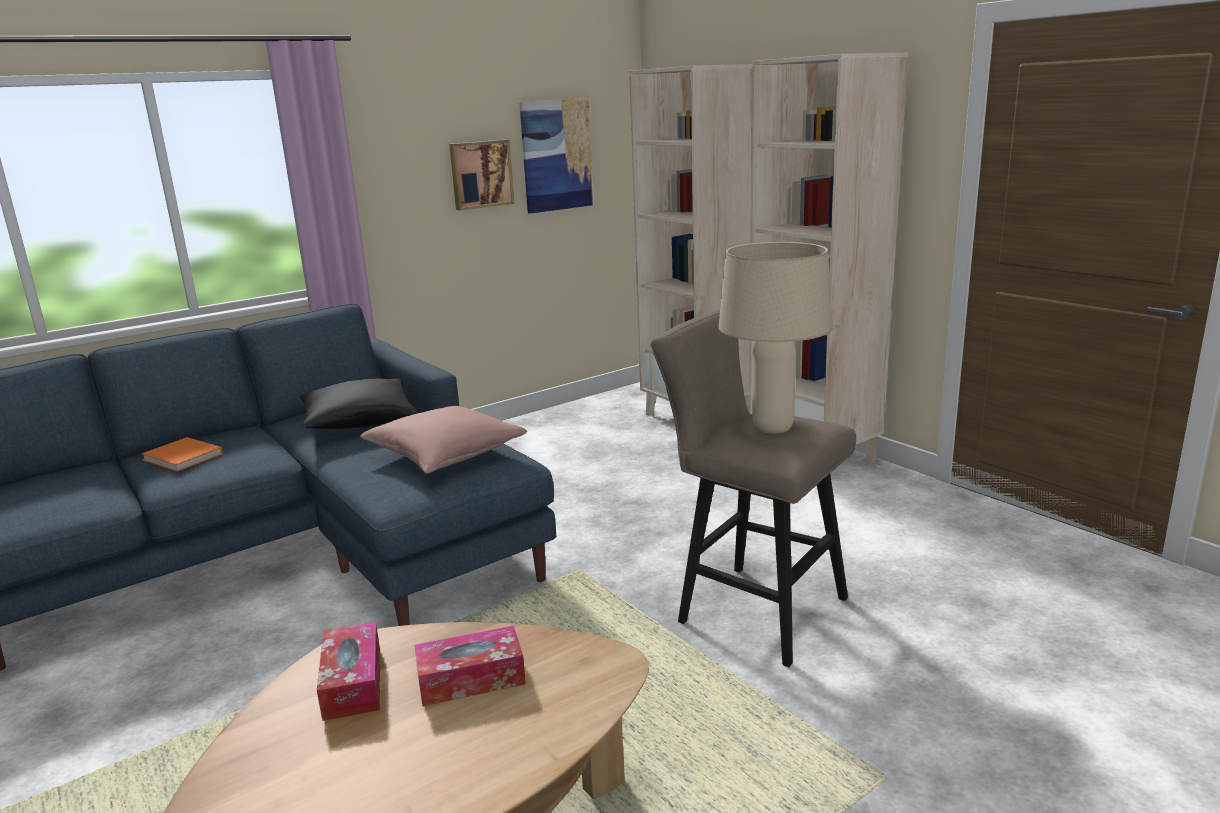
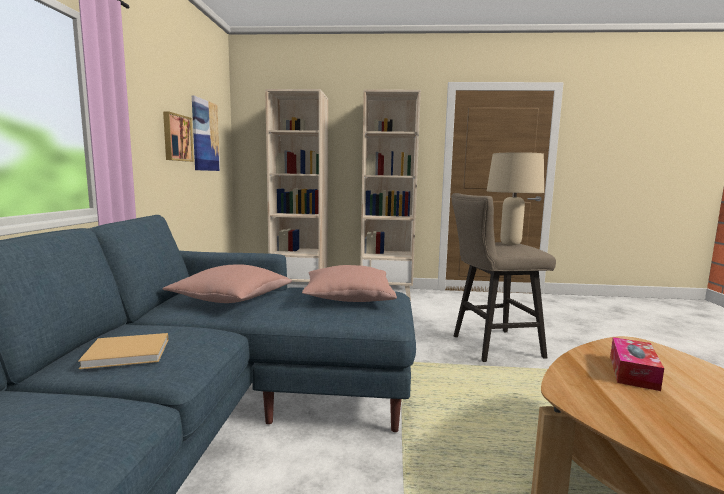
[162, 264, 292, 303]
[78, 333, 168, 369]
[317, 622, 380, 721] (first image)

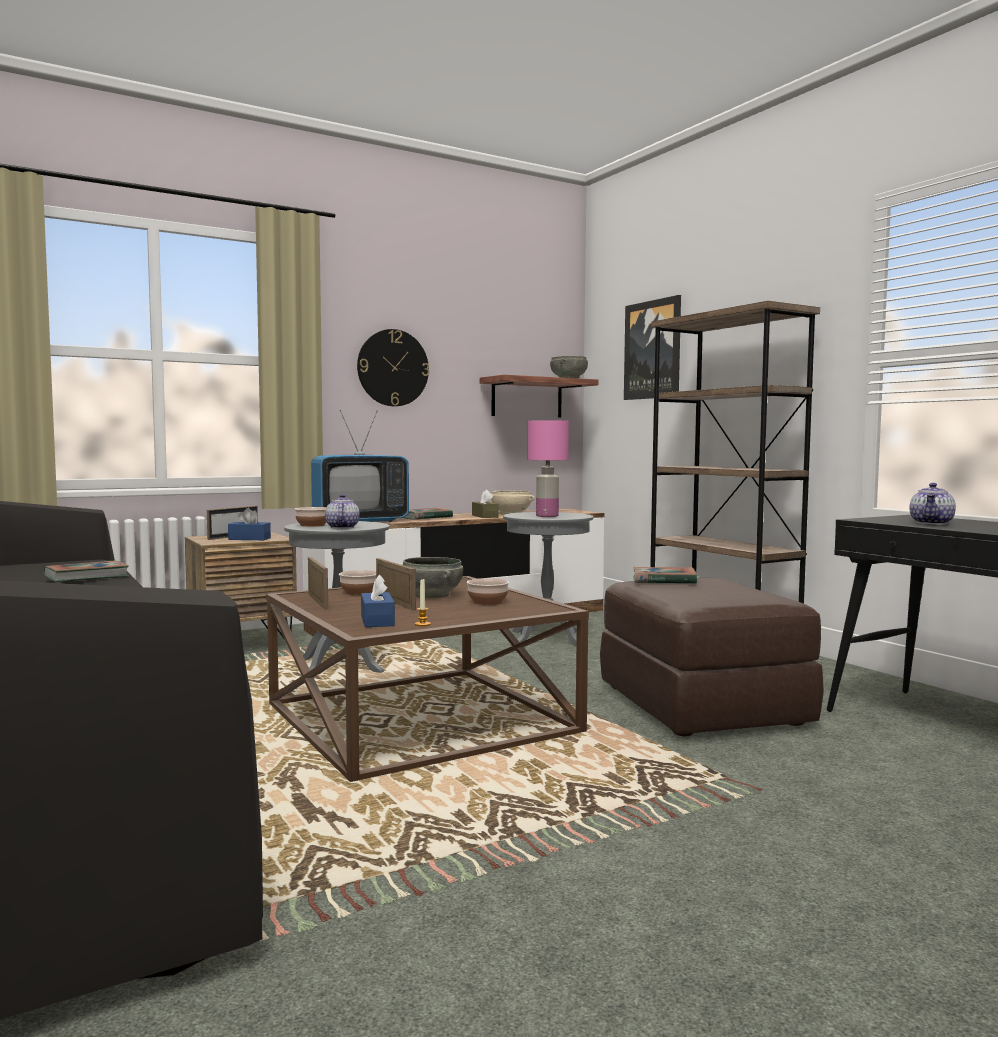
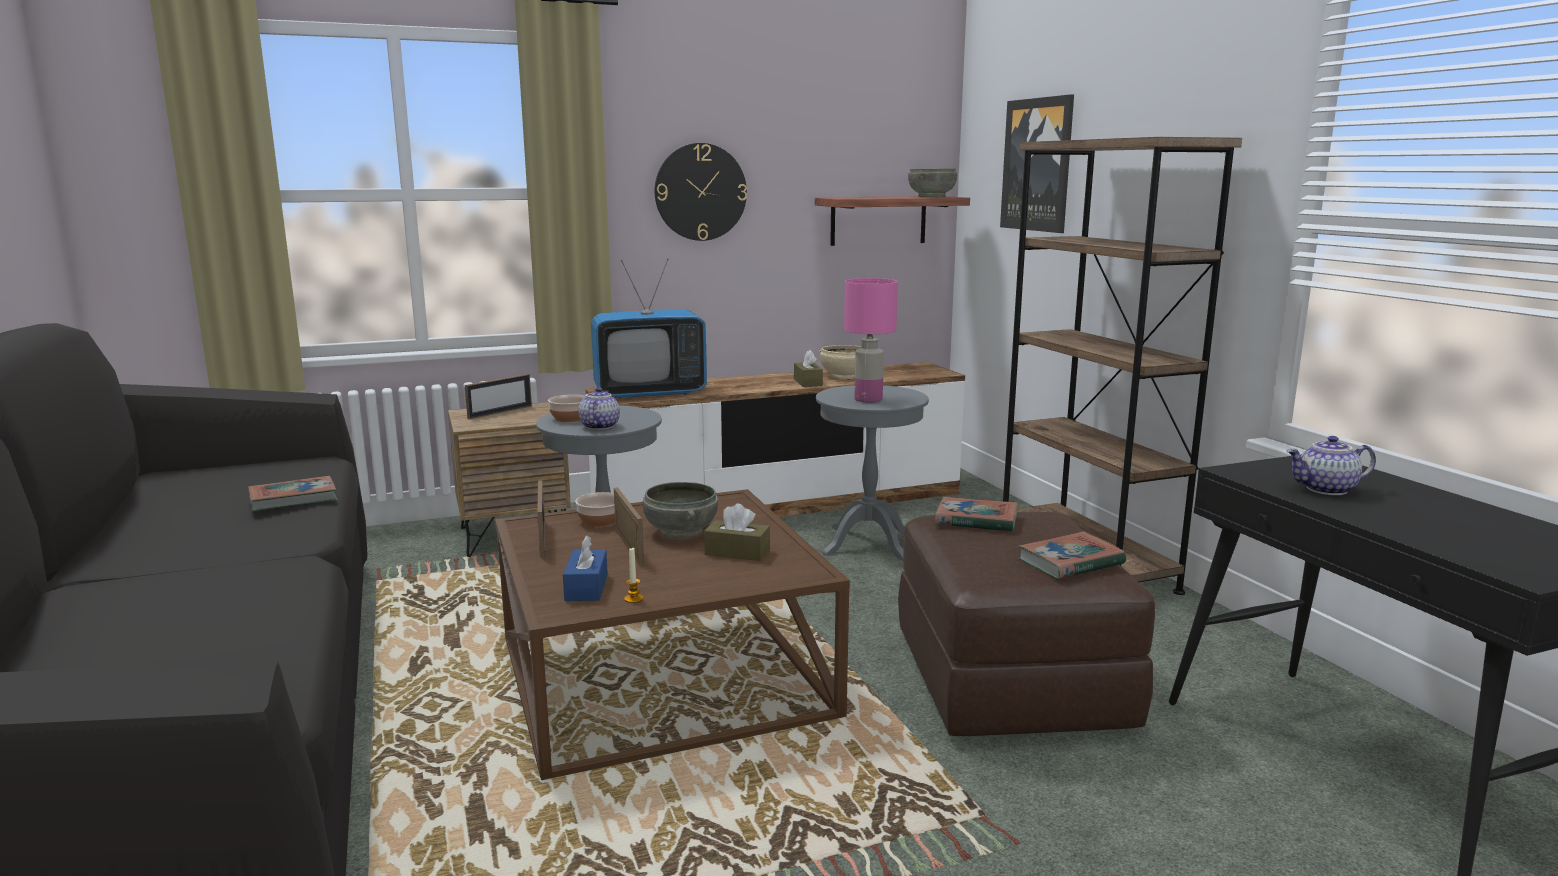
[1286, 436, 1376, 495]
[228, 508, 271, 540] (first image)
[1018, 532, 1126, 579]
[704, 503, 770, 561]

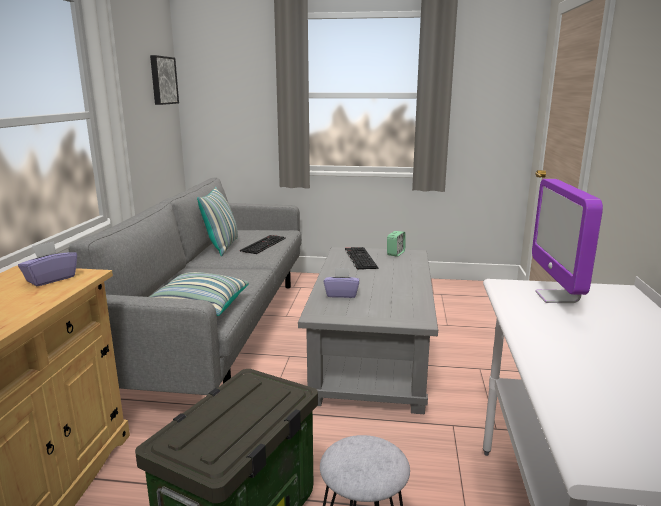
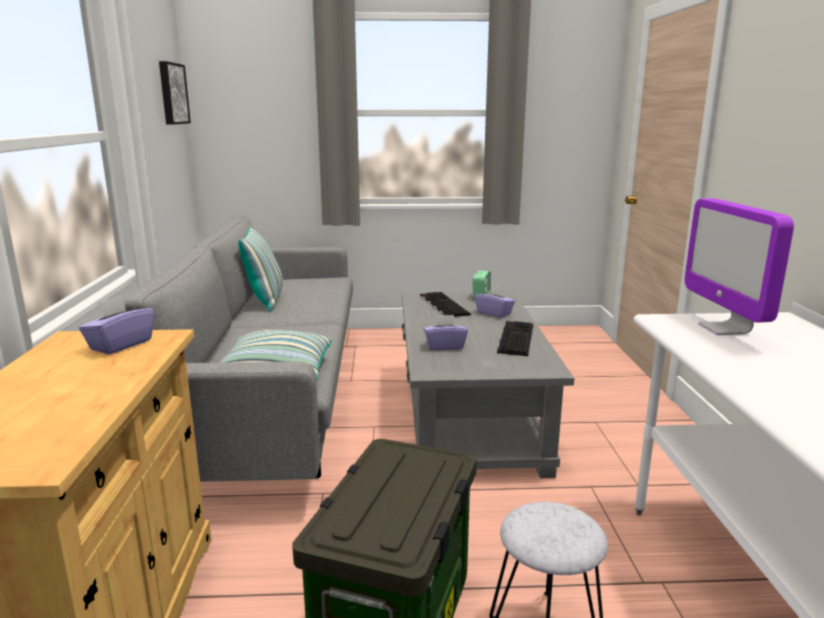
[497, 321, 534, 356]
[475, 285, 515, 318]

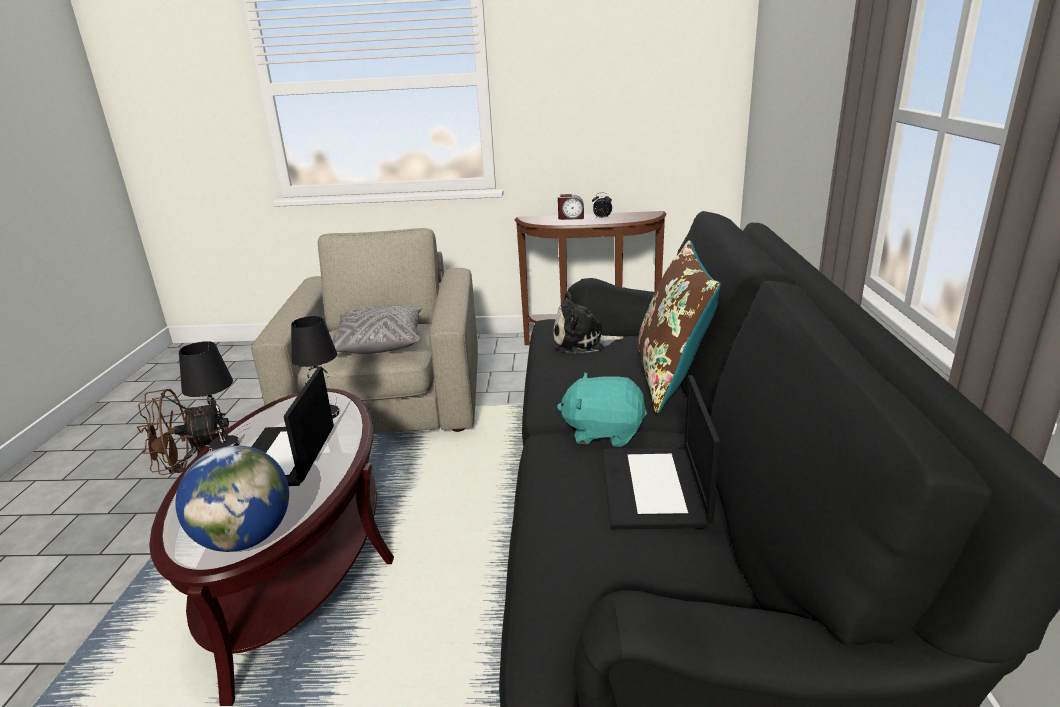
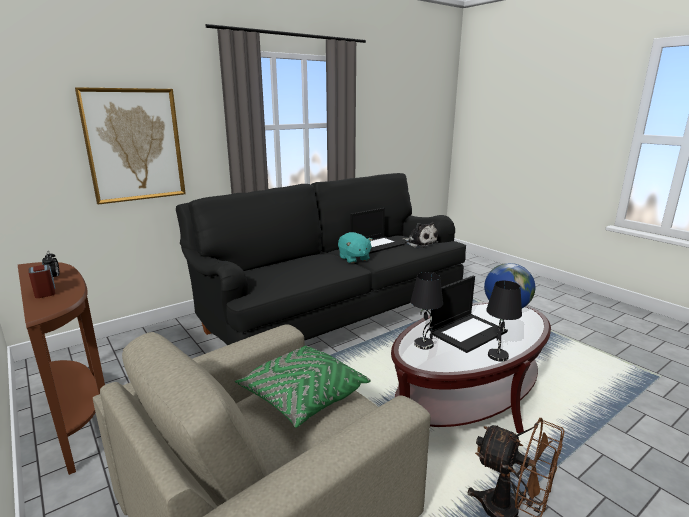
[638, 240, 721, 414] (first image)
[403, 222, 438, 248]
[235, 346, 371, 428]
[75, 87, 186, 205]

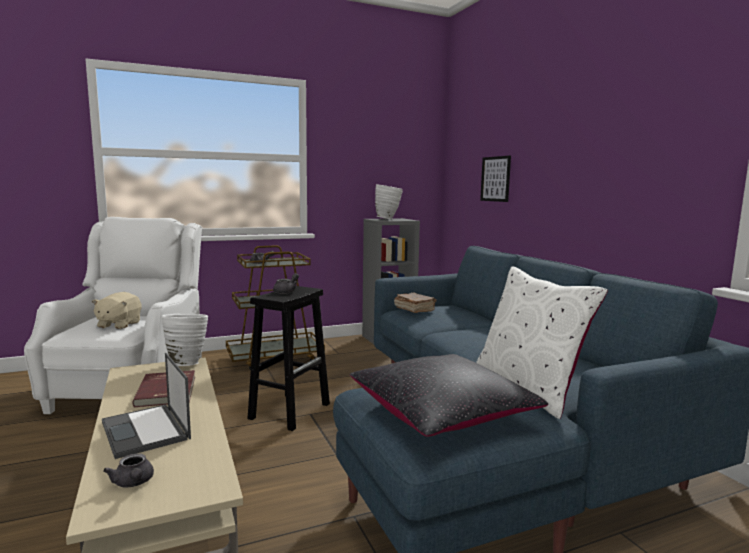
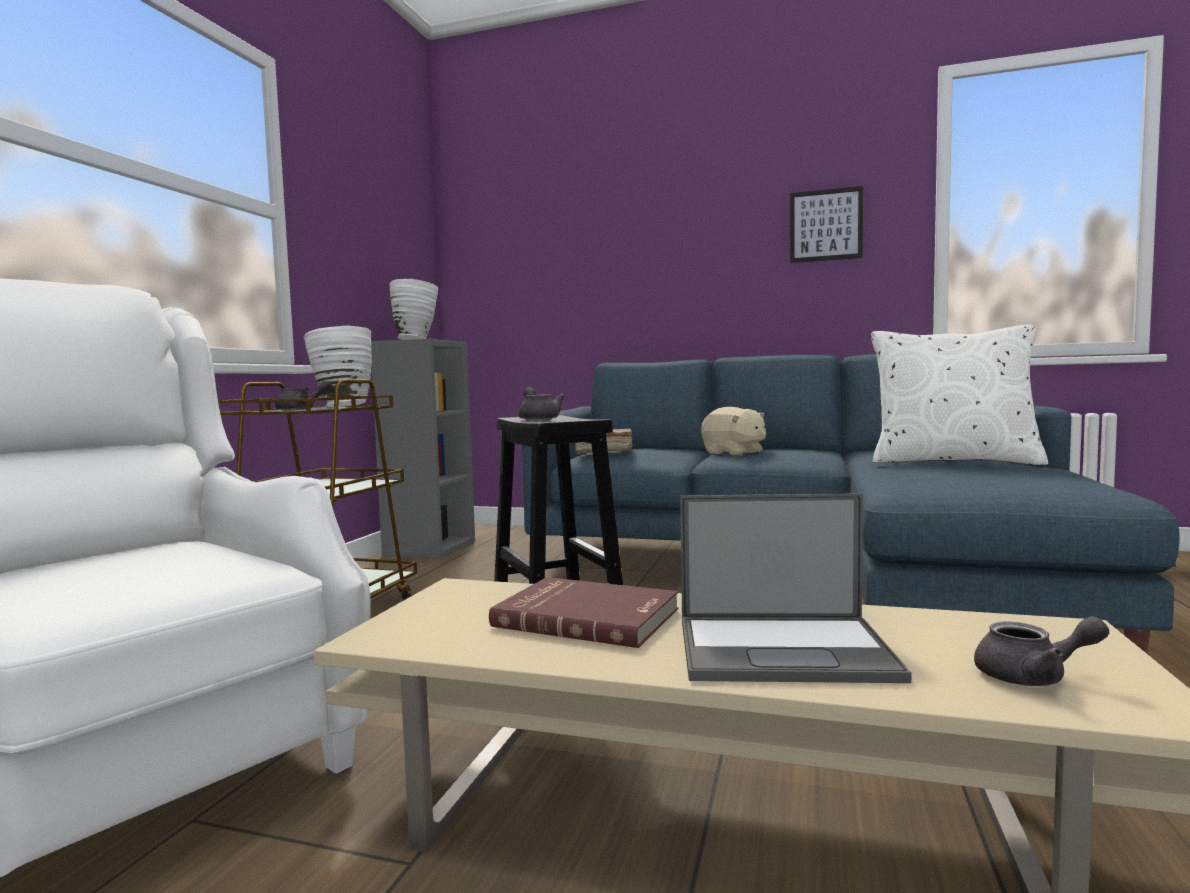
[790, 186, 863, 263]
[701, 407, 766, 456]
[303, 326, 372, 407]
[350, 354, 548, 437] (first image)

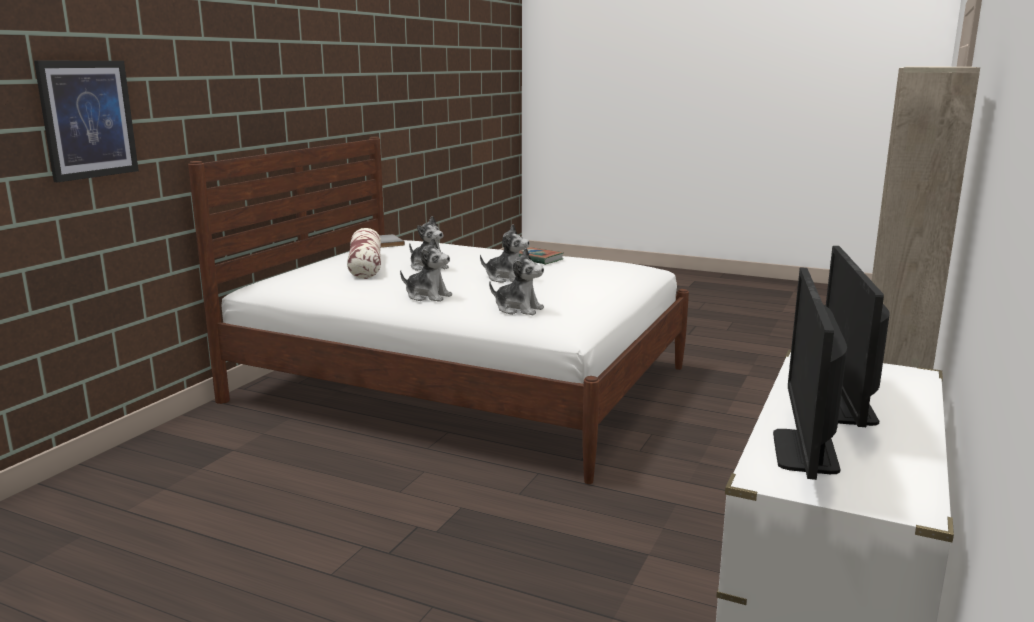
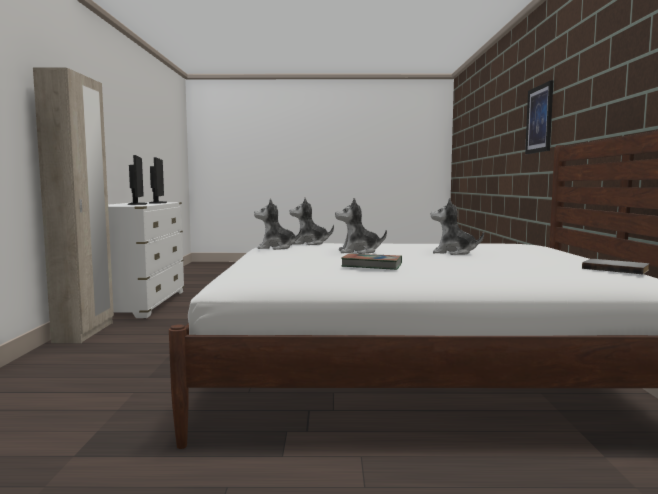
[347, 228, 381, 279] (first image)
[254, 198, 302, 250]

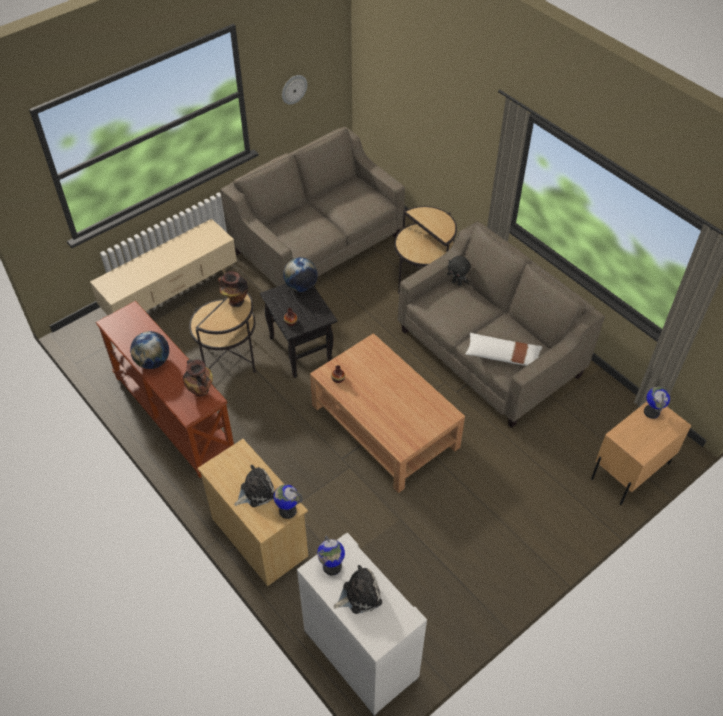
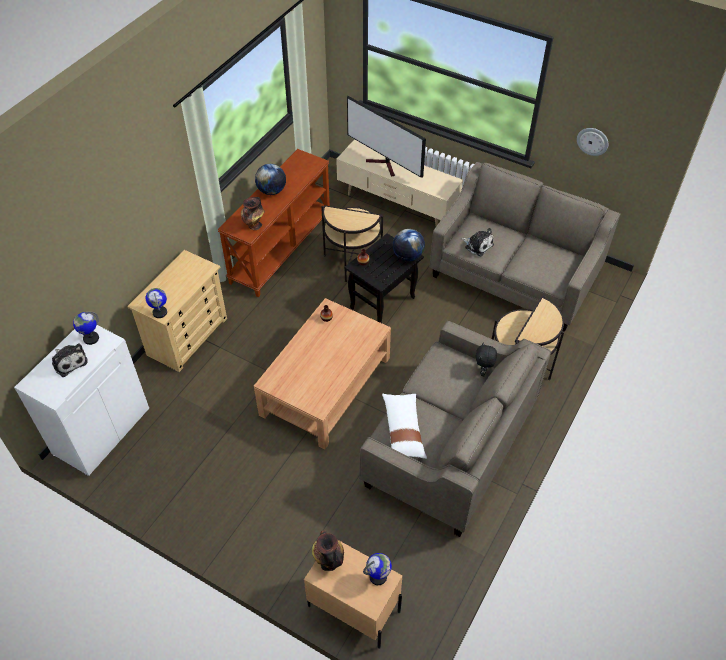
[312, 530, 344, 571]
[461, 228, 494, 256]
[347, 95, 426, 177]

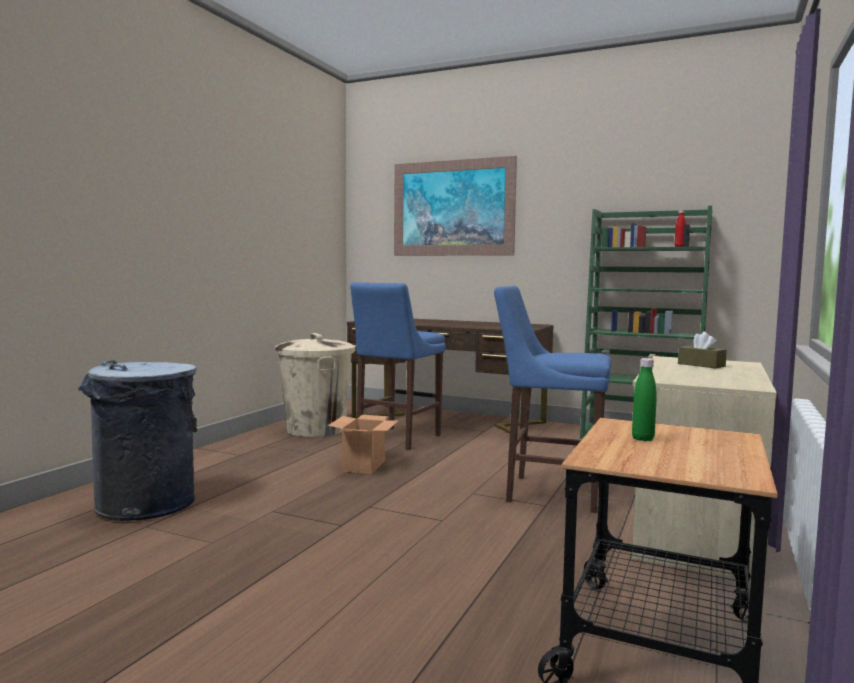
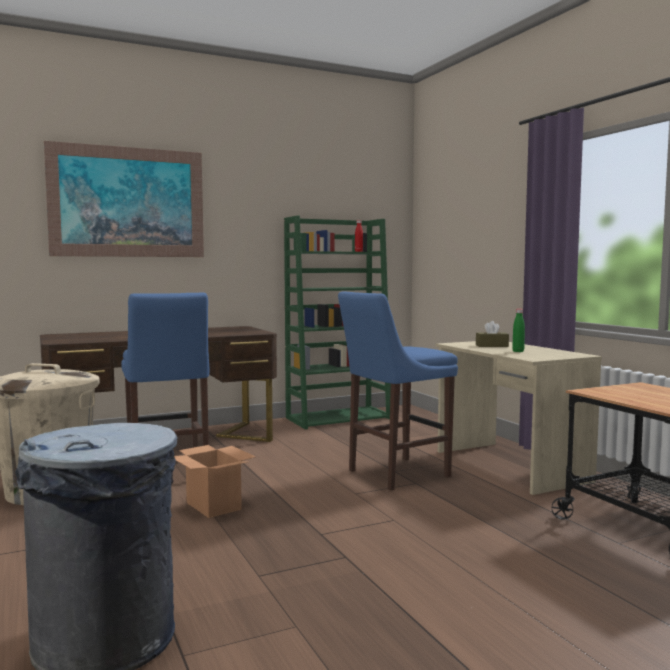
[512, 309, 525, 352]

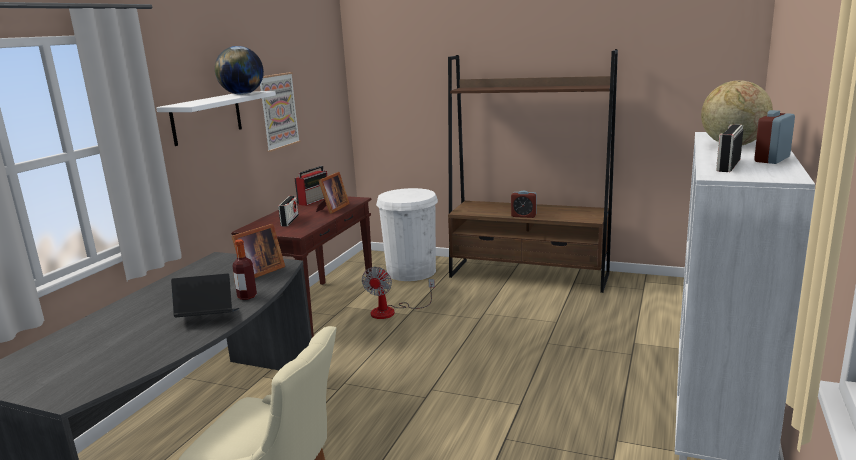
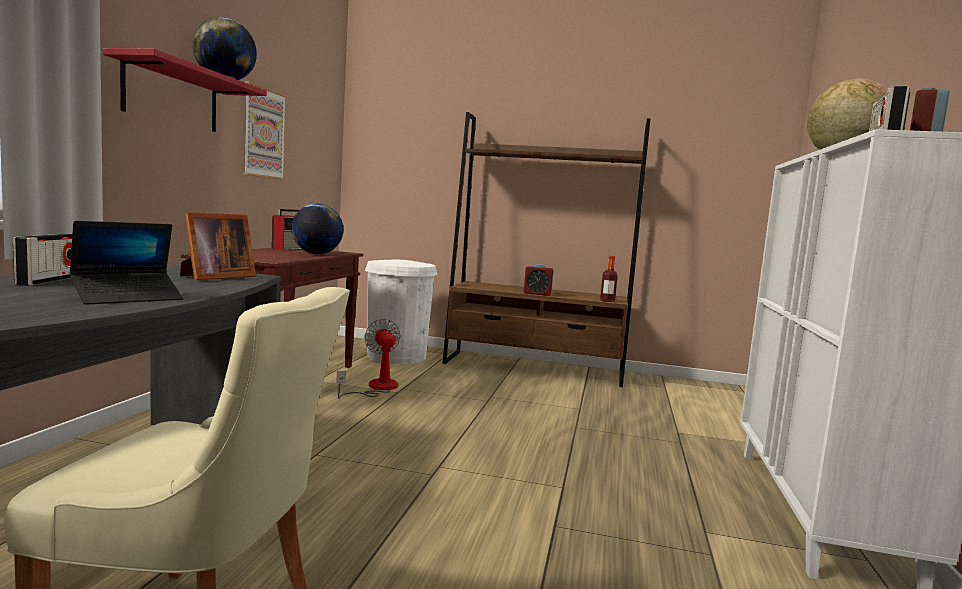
[103, 48, 267, 132]
[291, 203, 343, 254]
[13, 234, 72, 286]
[600, 256, 618, 302]
[336, 319, 400, 399]
[69, 221, 183, 305]

